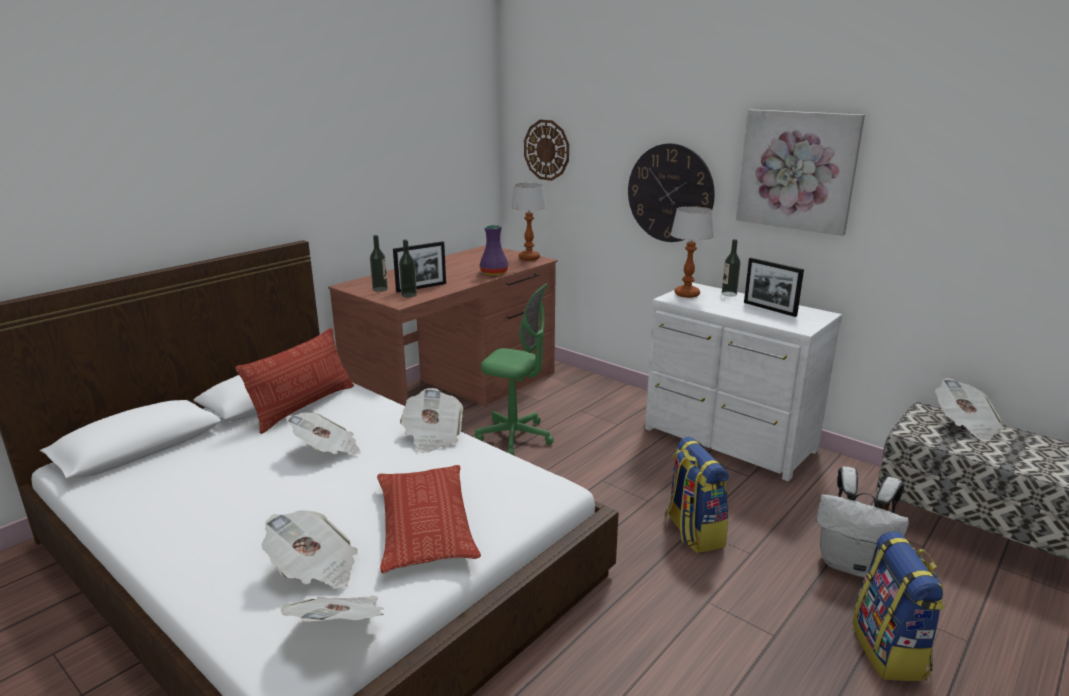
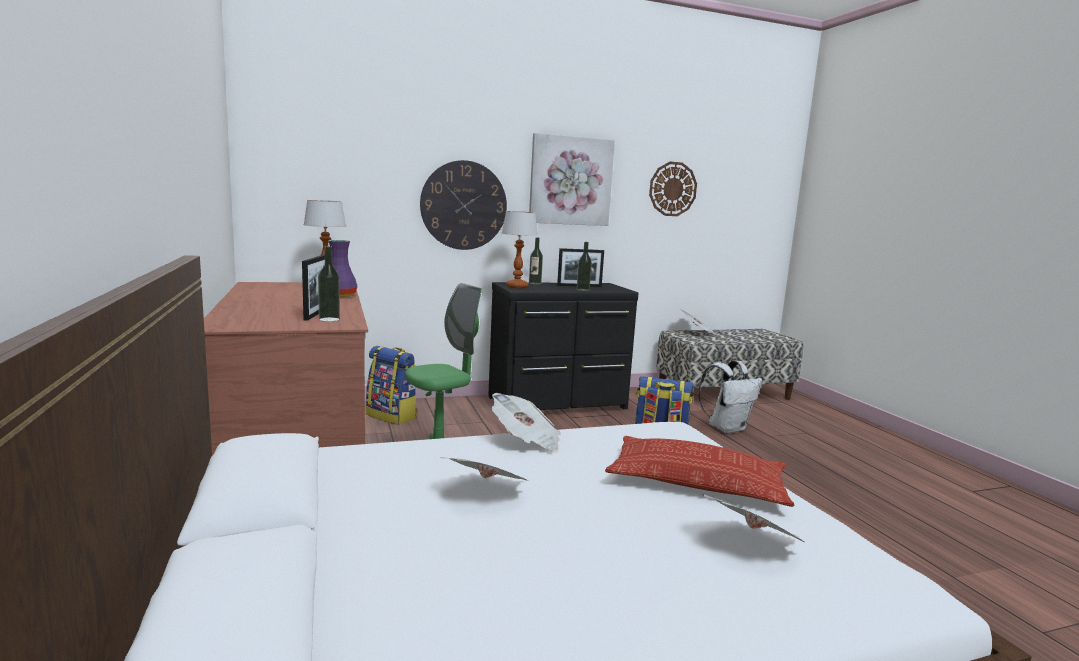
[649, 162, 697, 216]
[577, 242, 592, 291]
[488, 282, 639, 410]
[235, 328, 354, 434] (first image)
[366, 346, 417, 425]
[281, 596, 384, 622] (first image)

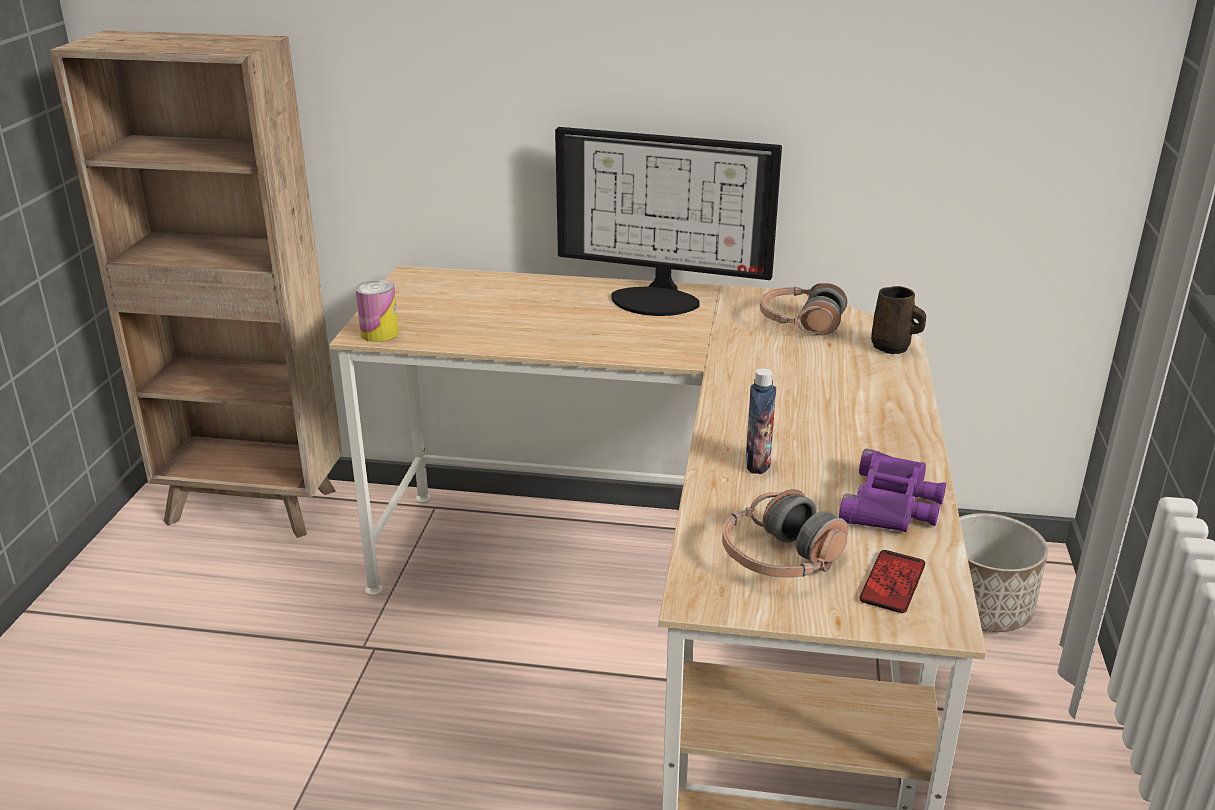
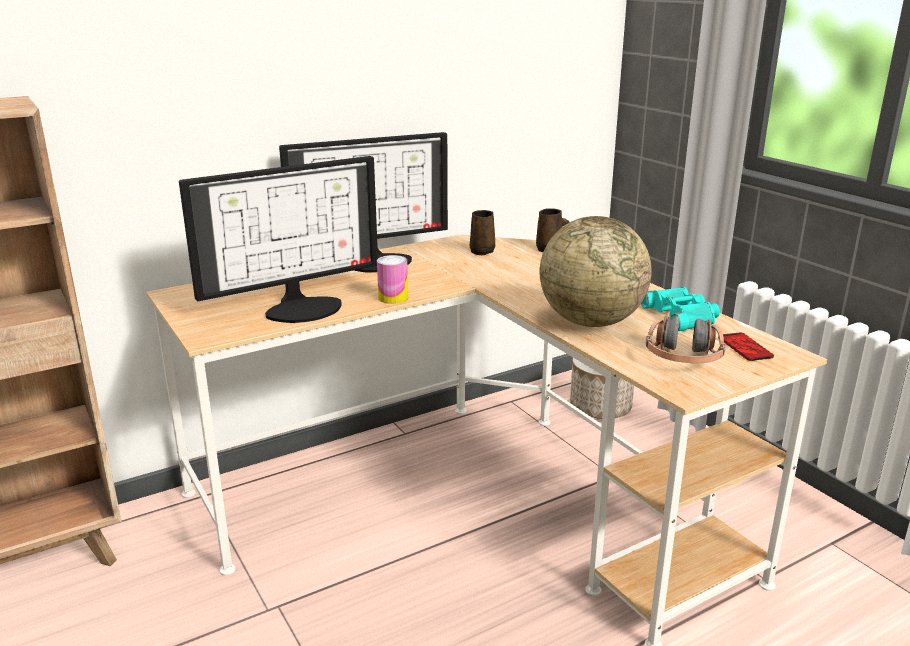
[377, 255, 408, 304]
[470, 210, 495, 255]
[540, 216, 652, 327]
[641, 287, 720, 331]
[179, 156, 378, 323]

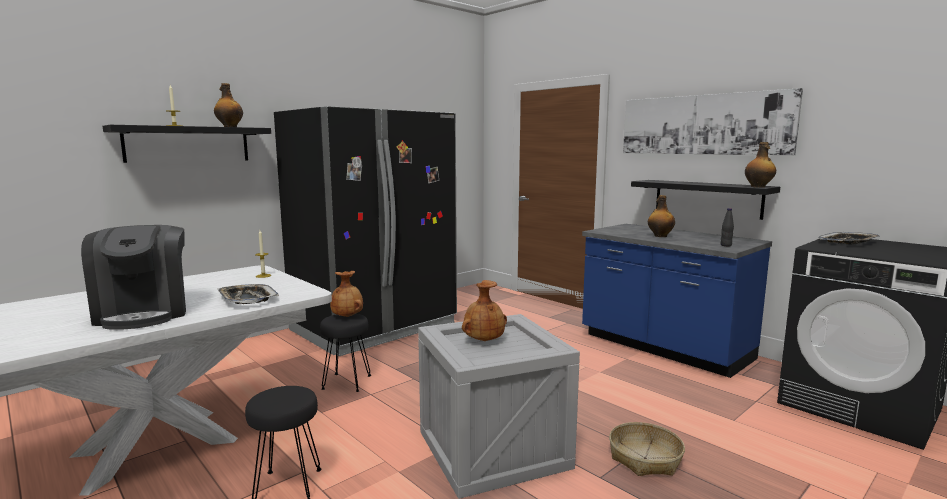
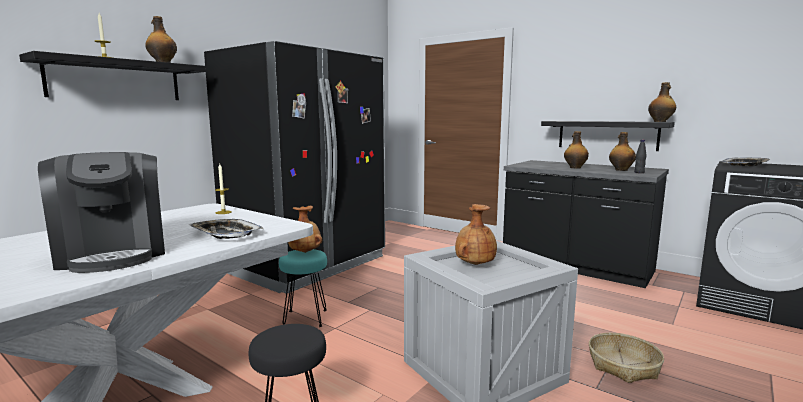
[623, 88, 803, 155] (first image)
[503, 160, 669, 288]
[279, 249, 327, 327]
[609, 132, 636, 171]

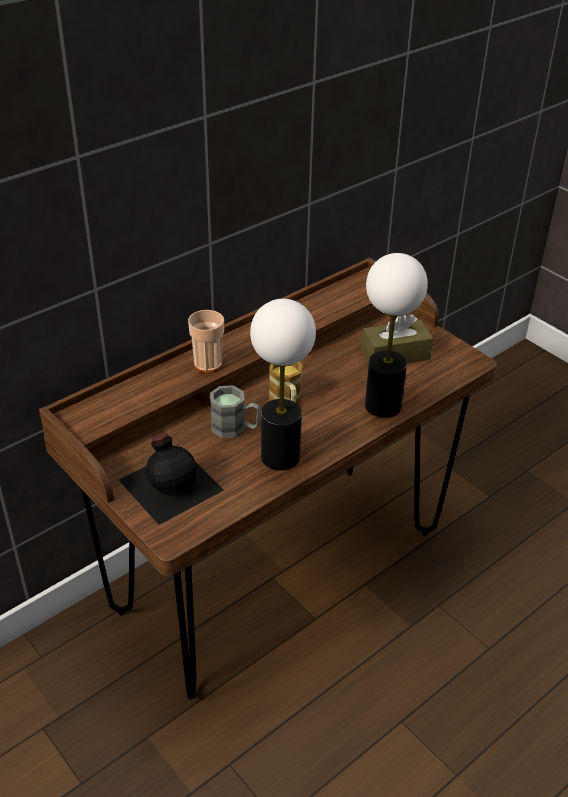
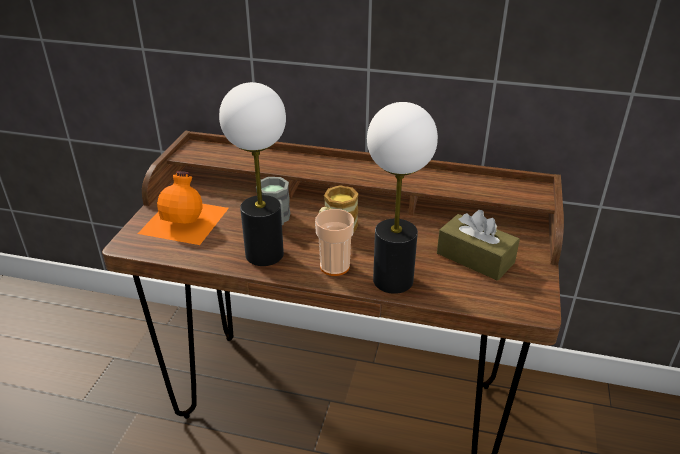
[315, 209, 354, 276]
[138, 171, 229, 245]

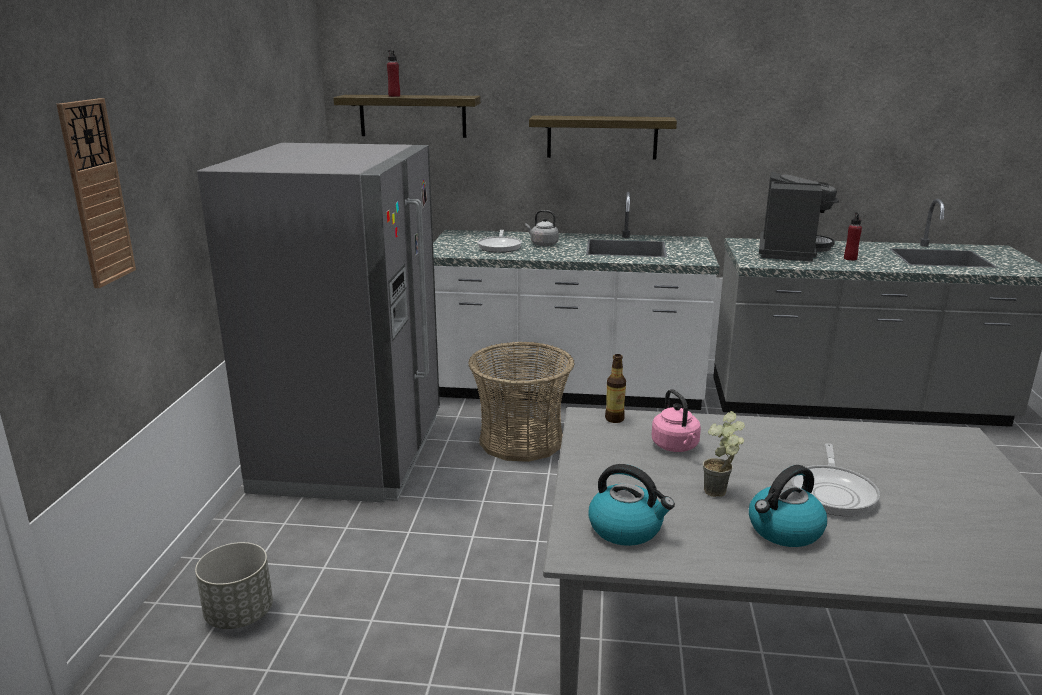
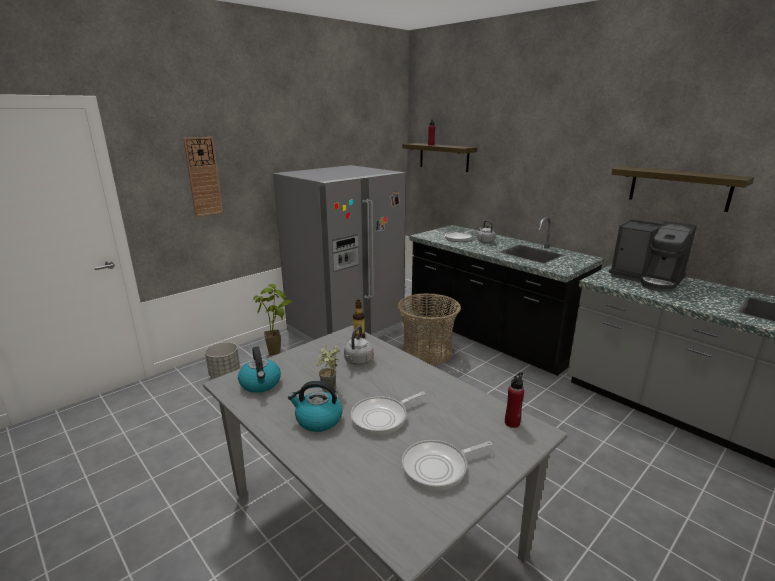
[611, 166, 754, 212]
[609, 219, 697, 292]
[409, 217, 605, 376]
[505, 372, 524, 428]
[344, 326, 373, 365]
[253, 284, 294, 356]
[402, 440, 492, 491]

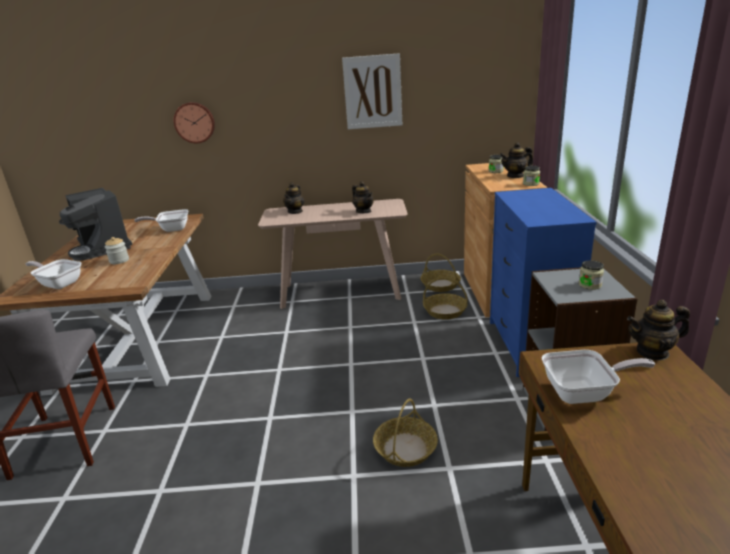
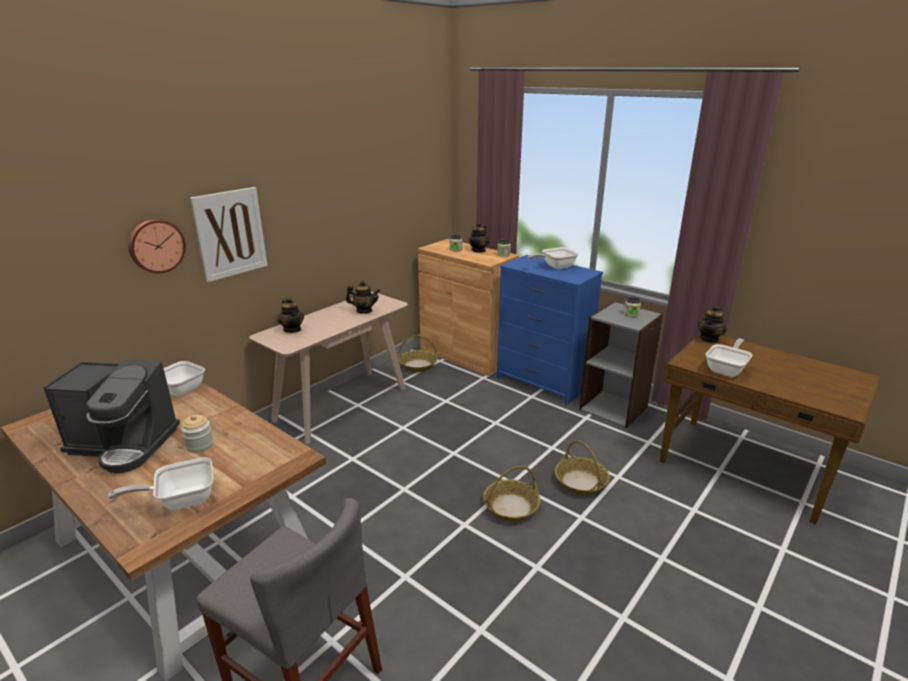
[190, 187, 267, 282]
[483, 466, 540, 522]
[528, 247, 579, 269]

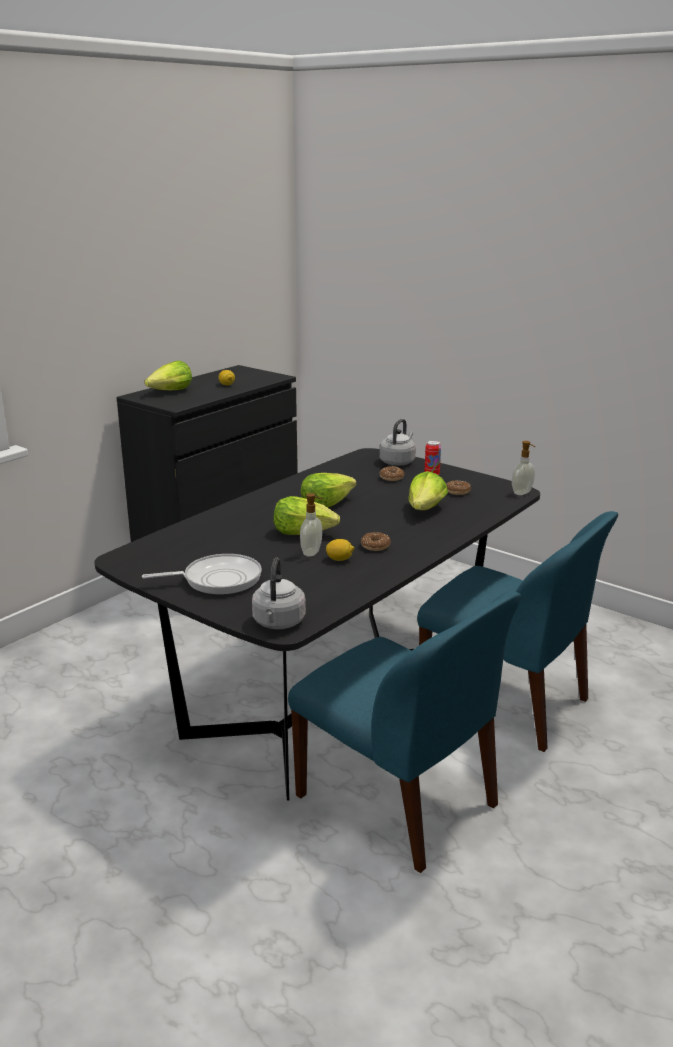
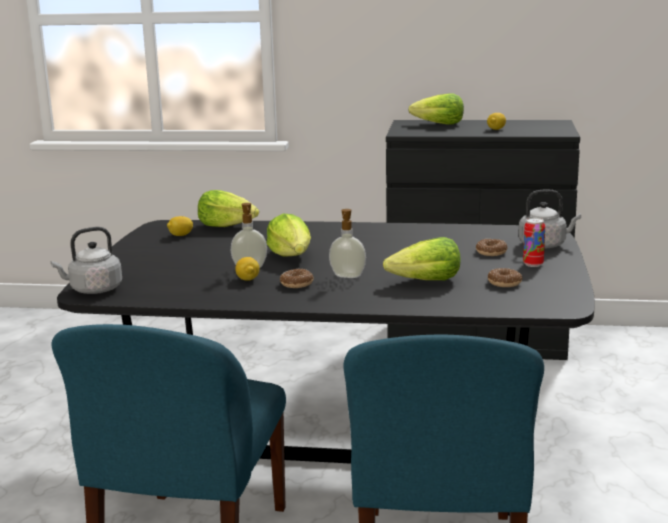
[329, 209, 366, 278]
[198, 190, 259, 227]
[142, 554, 262, 595] (first image)
[167, 216, 193, 236]

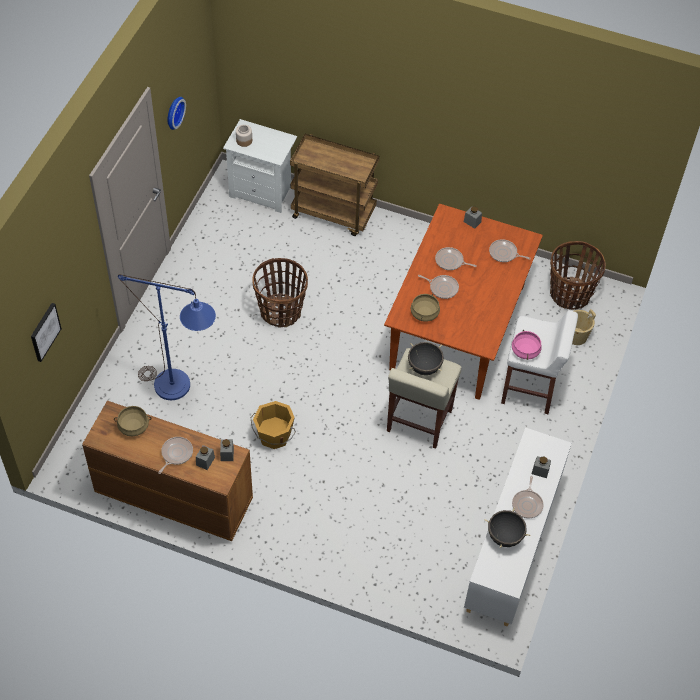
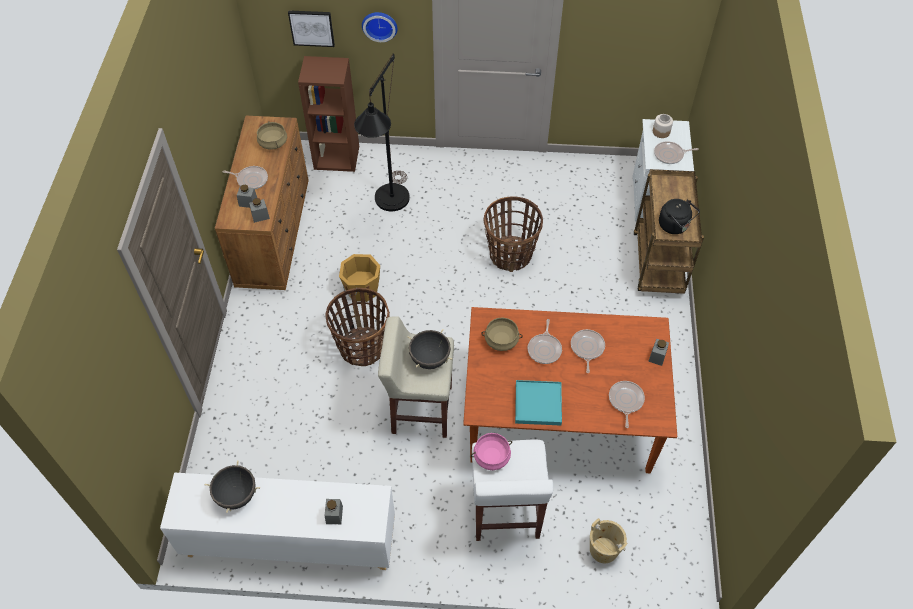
[362, 12, 397, 42]
[326, 288, 390, 366]
[354, 53, 410, 211]
[654, 141, 699, 164]
[298, 56, 359, 172]
[659, 199, 700, 234]
[515, 380, 562, 425]

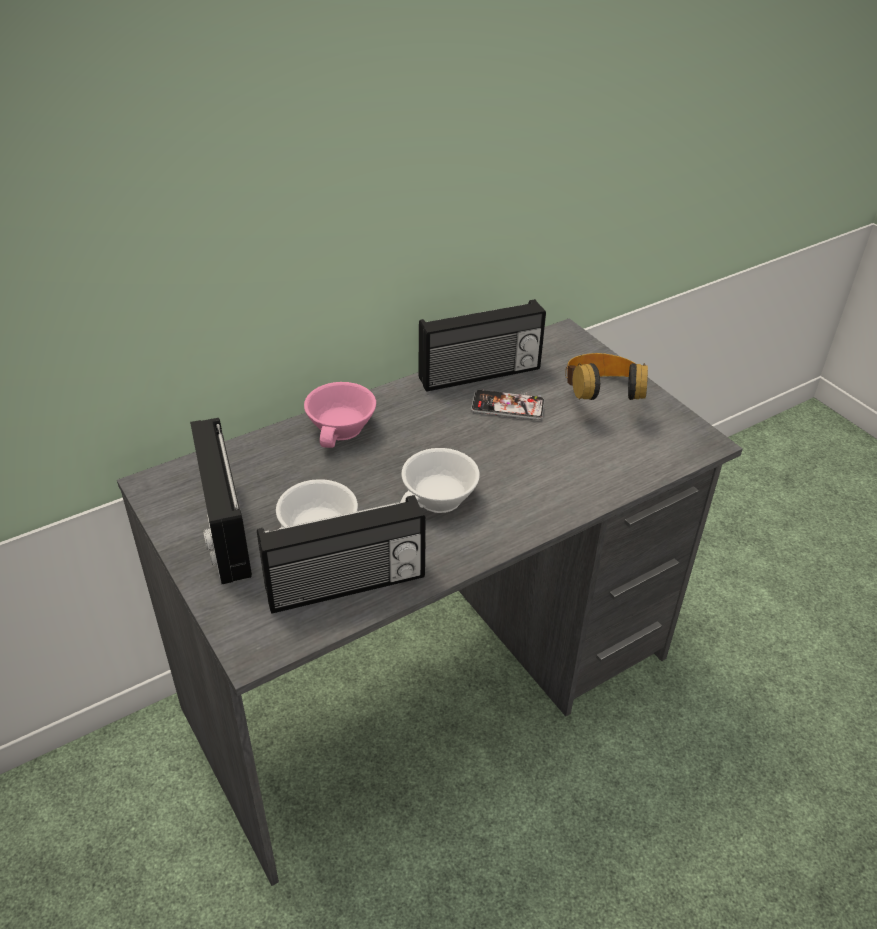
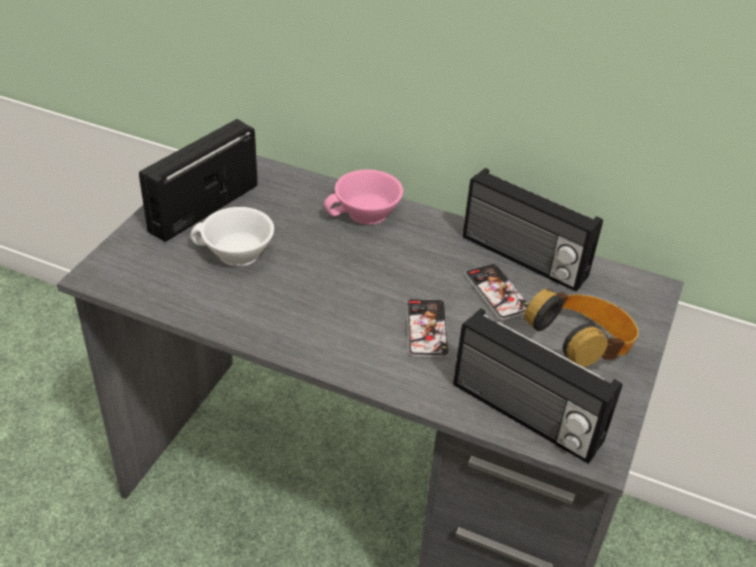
[400, 448, 480, 513] (first image)
[453, 308, 622, 464]
[407, 299, 449, 358]

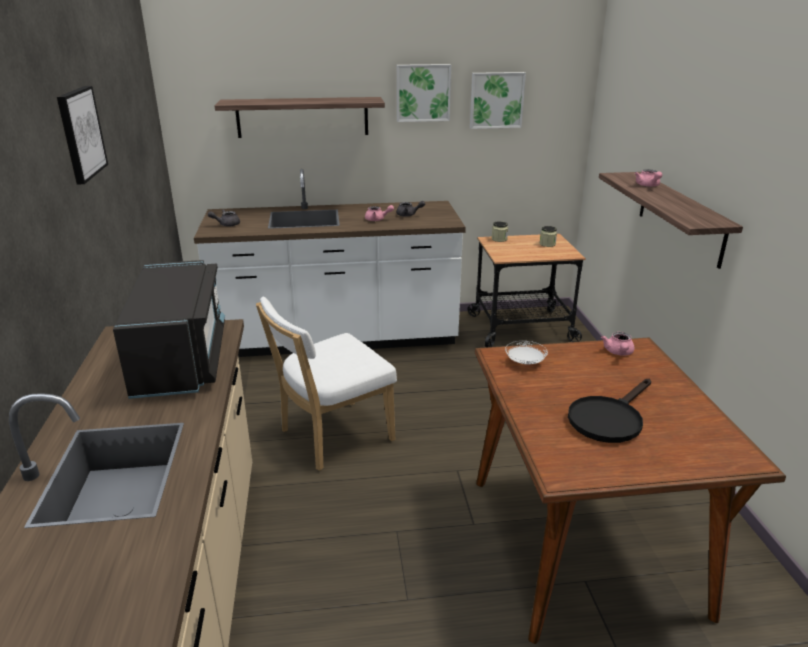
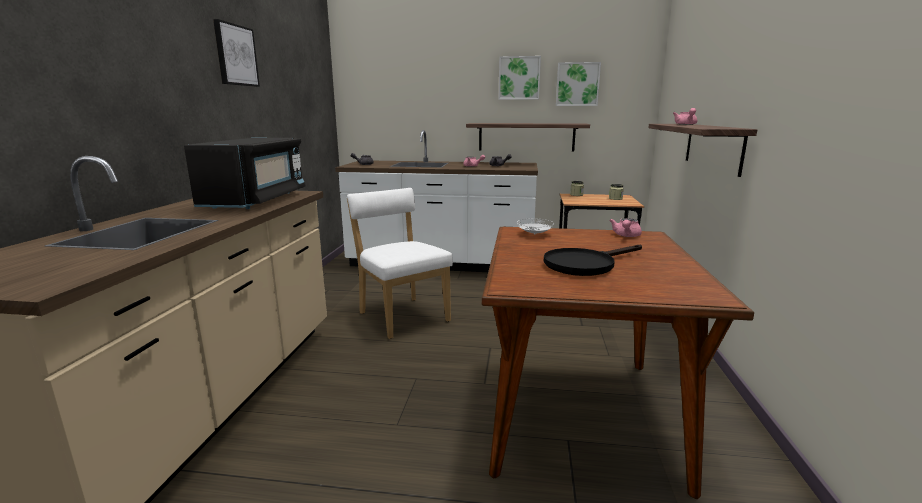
[466, 123, 590, 151]
[347, 188, 453, 339]

